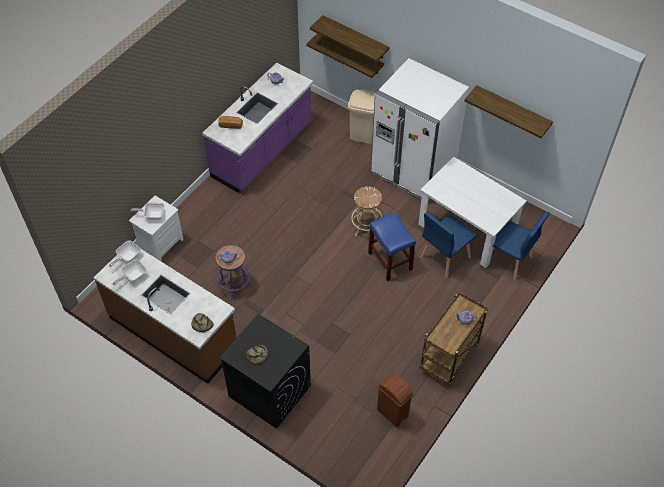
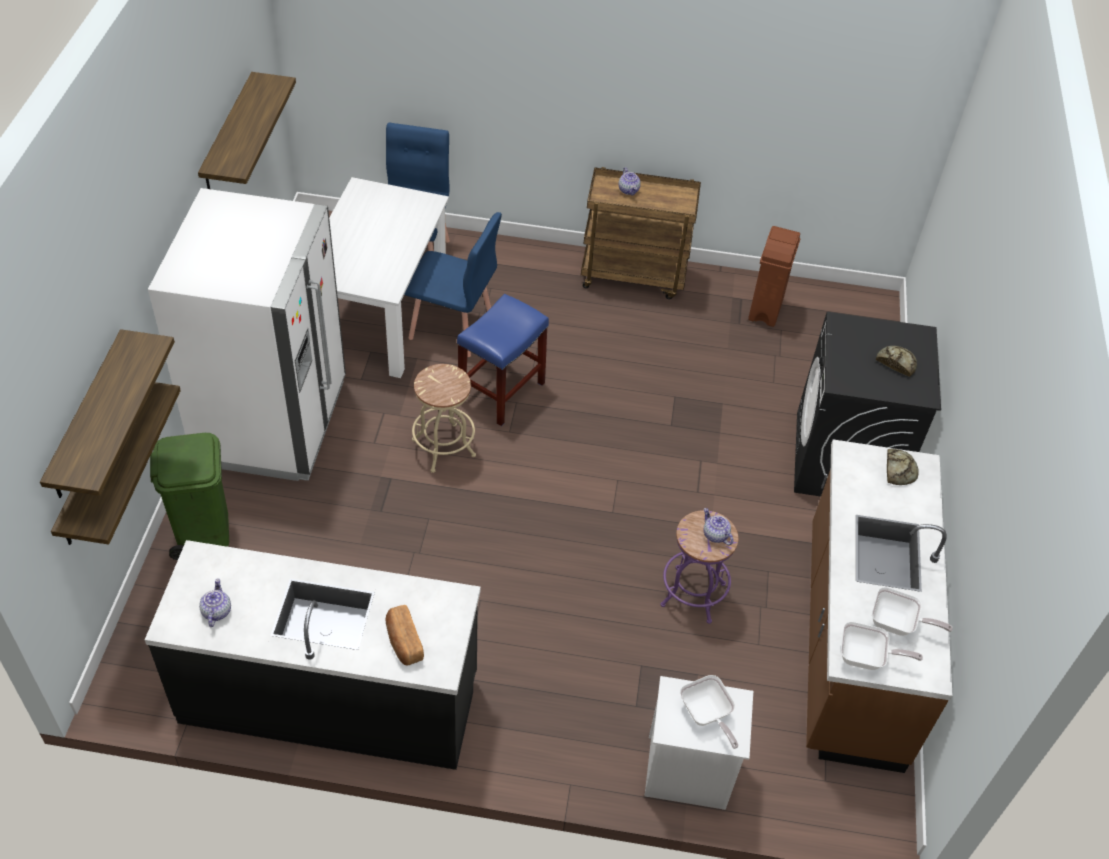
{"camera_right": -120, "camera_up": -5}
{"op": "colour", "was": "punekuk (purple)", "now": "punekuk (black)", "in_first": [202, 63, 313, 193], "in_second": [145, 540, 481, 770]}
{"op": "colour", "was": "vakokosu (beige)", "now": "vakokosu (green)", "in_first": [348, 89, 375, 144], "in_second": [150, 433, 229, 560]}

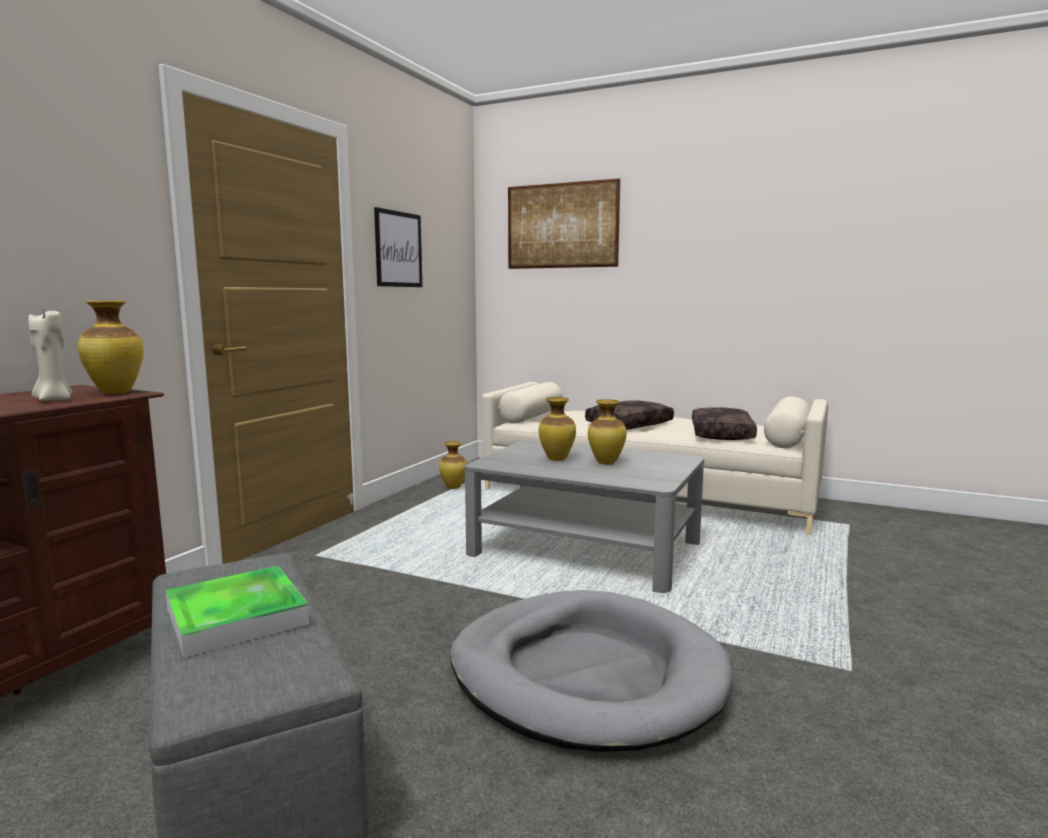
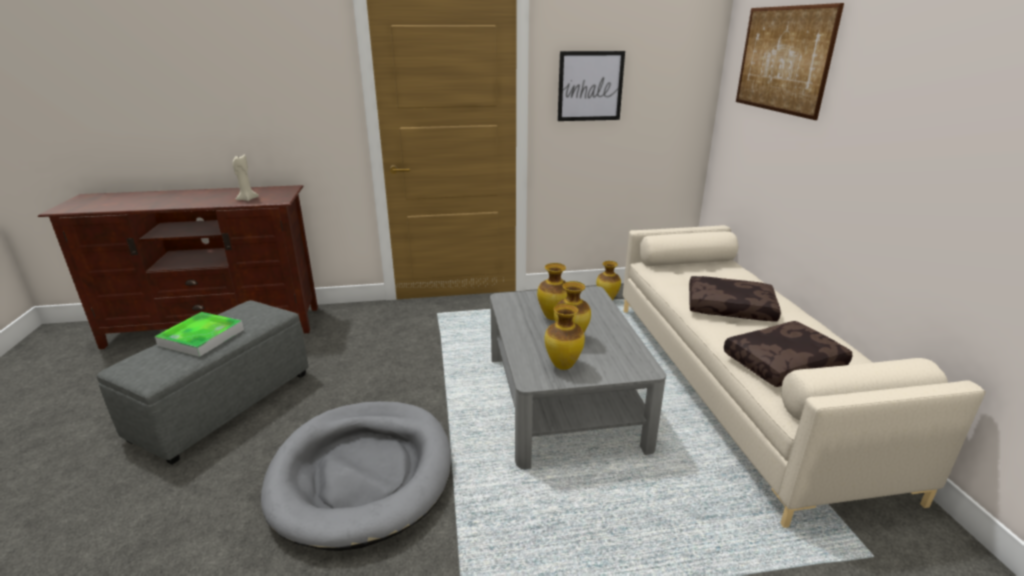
{"camera_right": 55, "camera_up": 15}
{"op": "relocated", "was": "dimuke", "in_first": [78, 301, 144, 394], "in_second": [545, 304, 585, 370]}

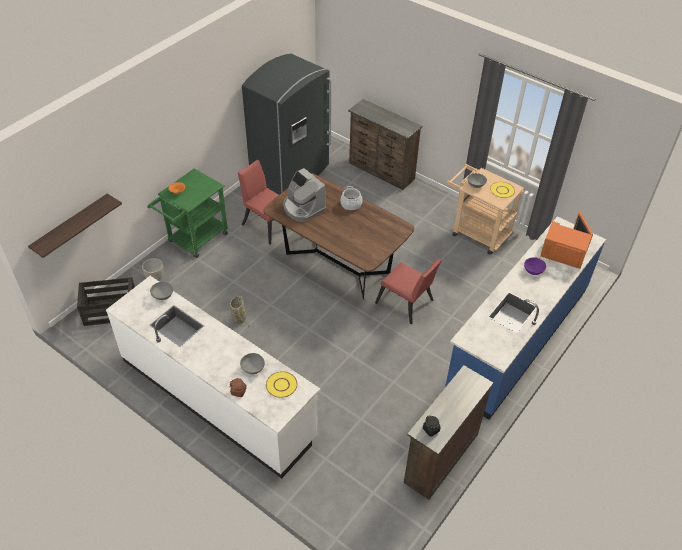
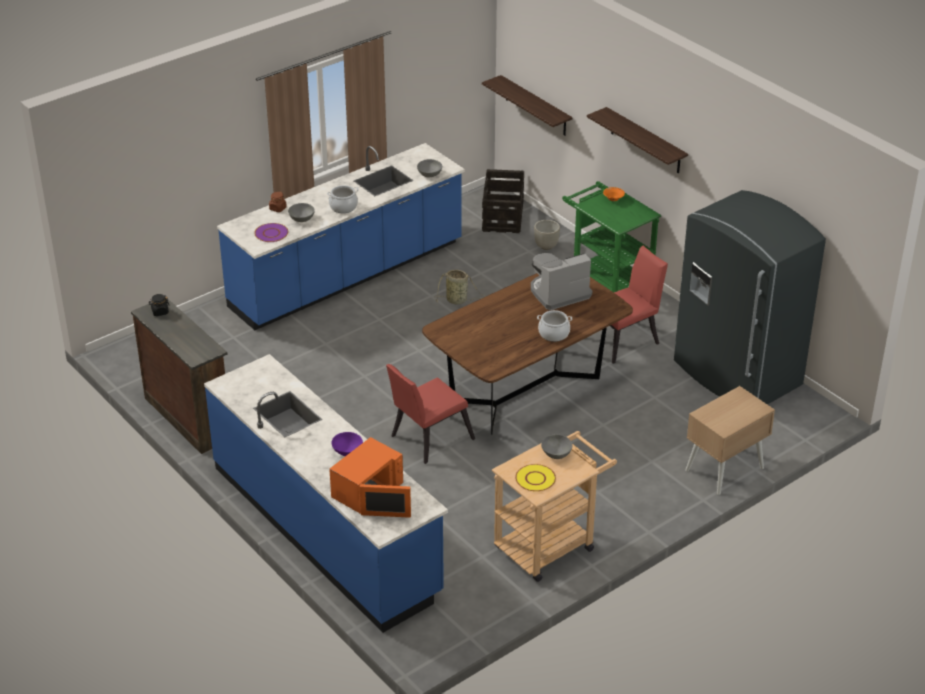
{"camera_right": 105, "camera_up": -10}
{"op": "exchanged", "was": "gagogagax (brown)", "now": "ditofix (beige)", "in_first": [348, 99, 422, 190], "in_second": [685, 386, 775, 495]}
{"op": "colour", "was": "punekuk (white)", "now": "punekuk (blue)", "in_first": [106, 276, 320, 479], "in_second": [217, 143, 465, 330]}
{"op": "colour", "was": "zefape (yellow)", "now": "zefape (purple)", "in_first": [266, 371, 297, 398], "in_second": [254, 223, 288, 242]}
{"op": "appeared", "now": "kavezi", "in_second": [587, 107, 688, 173]}
{"op": "appeared", "now": "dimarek", "in_second": [327, 185, 359, 213]}

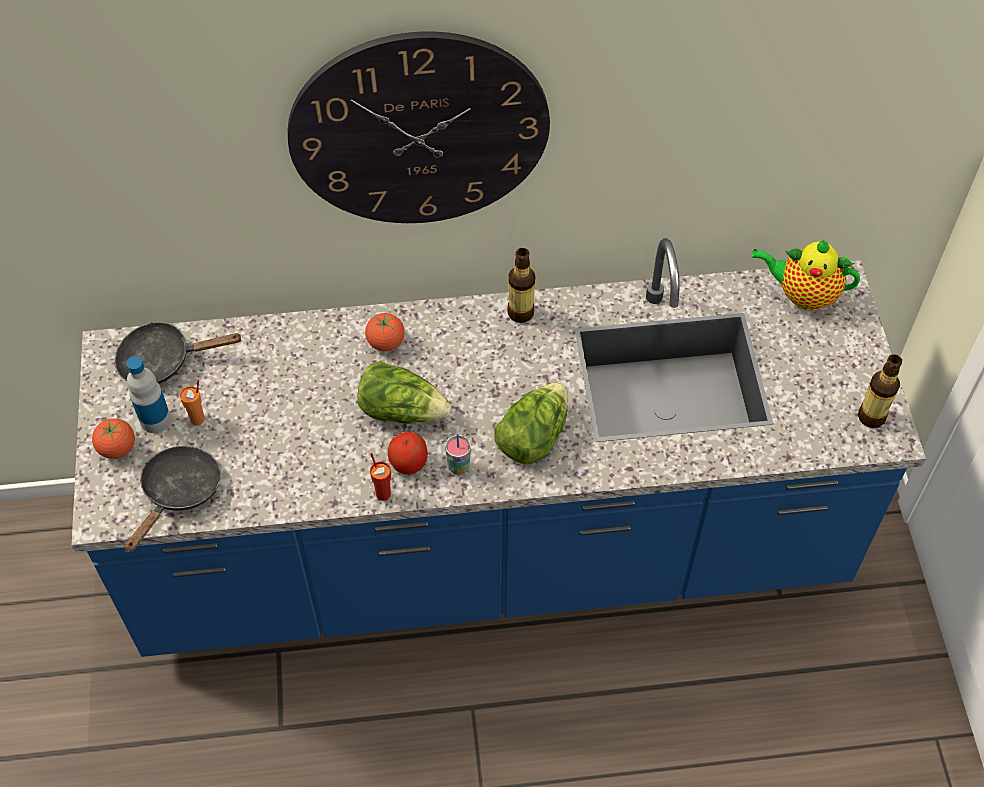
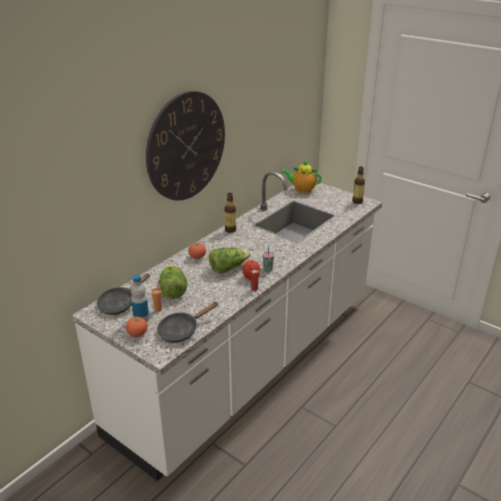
{"camera_right": -45, "camera_up": -25}
{"op": "colour", "was": "punekuk (blue)", "now": "punekuk (white)", "in_first": [72, 238, 926, 657], "in_second": [72, 171, 382, 481]}
{"op": "spun", "was": "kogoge", "in_first": [752, 239, 860, 310], "in_second": [281, 160, 321, 193], "clockwise": 45}
{"op": "relocated", "was": "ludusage", "in_first": [494, 382, 568, 464], "in_second": [159, 265, 188, 299]}
{"op": "spun", "was": "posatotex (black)", "in_first": [125, 446, 221, 552], "in_second": [157, 302, 218, 343], "clockwise": -105}

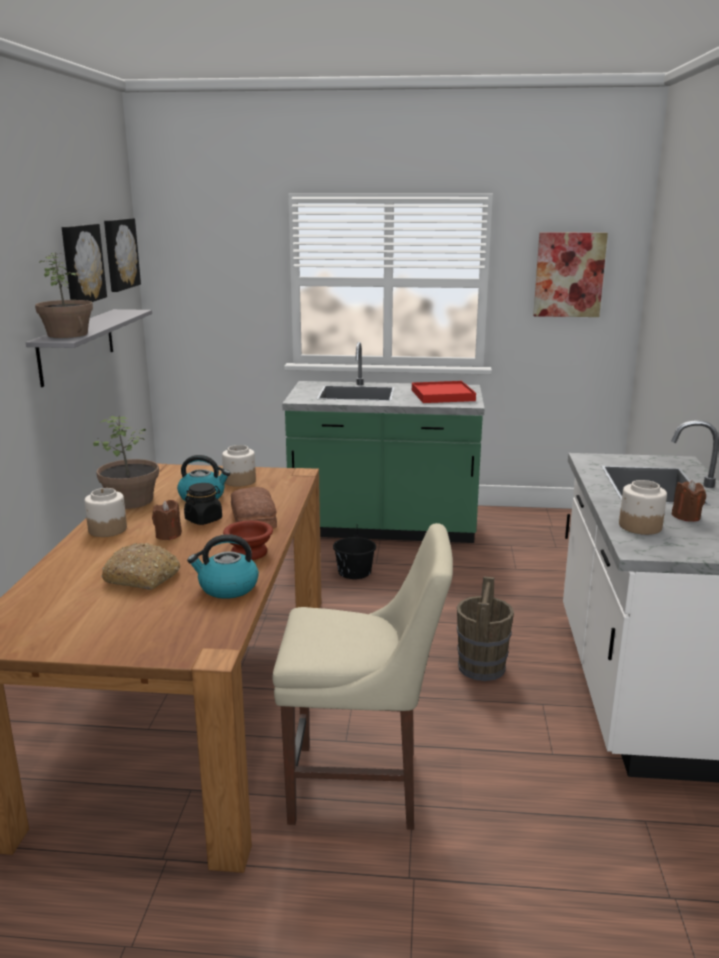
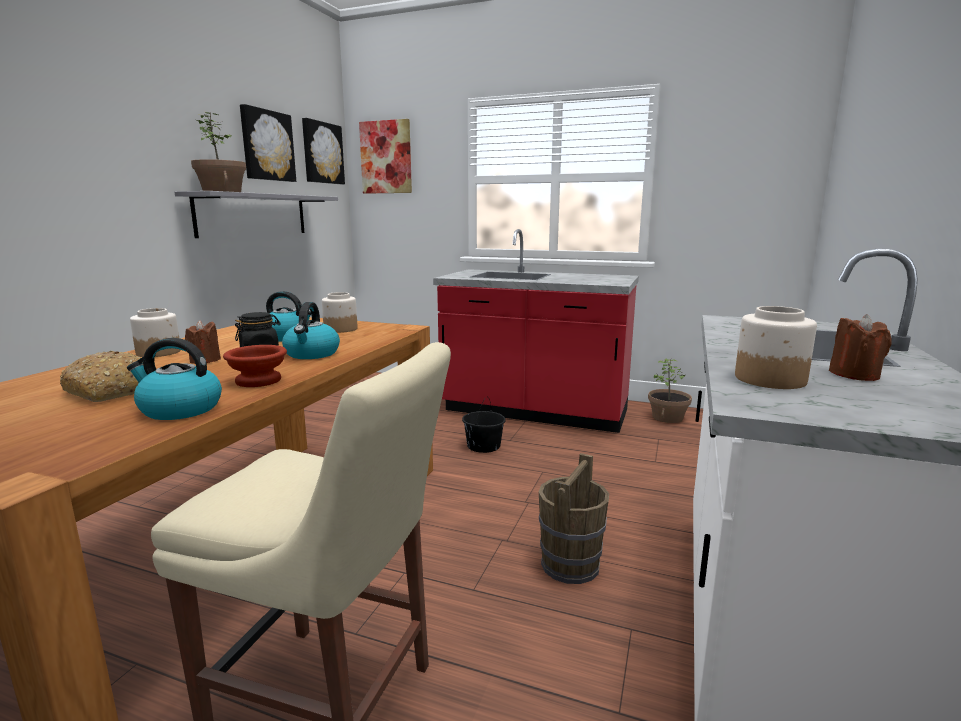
{"camera_right": 15, "camera_up": -5}
{"op": "relocated", "was": "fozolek", "in_first": [533, 232, 608, 317], "in_second": [359, 119, 412, 194]}
{"op": "colour", "was": "punekuk (green)", "now": "punekuk (red)", "in_first": [282, 342, 485, 543], "in_second": [433, 229, 639, 433]}
{"op": "missing", "was": "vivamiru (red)", "in_first": [412, 381, 476, 403]}
{"op": "relocated", "was": "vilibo", "in_first": [93, 416, 159, 509], "in_second": [648, 359, 692, 423]}
{"op": "exchanged", "was": "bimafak", "now": "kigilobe", "in_first": [231, 487, 277, 528], "in_second": [282, 302, 340, 359]}

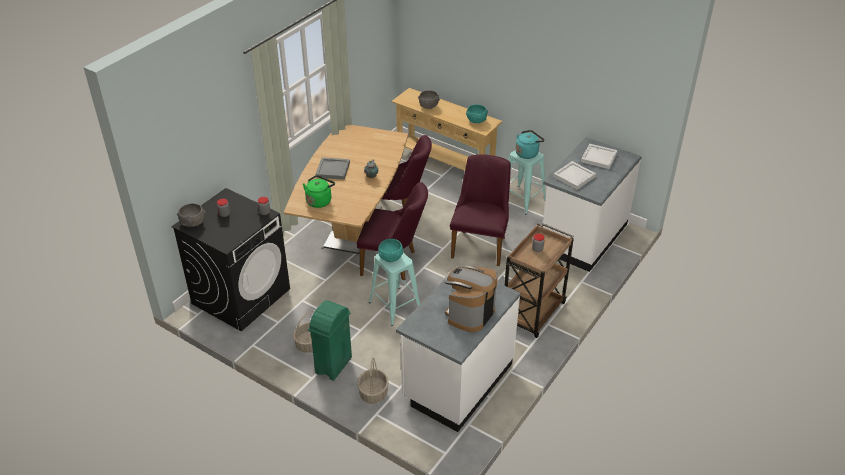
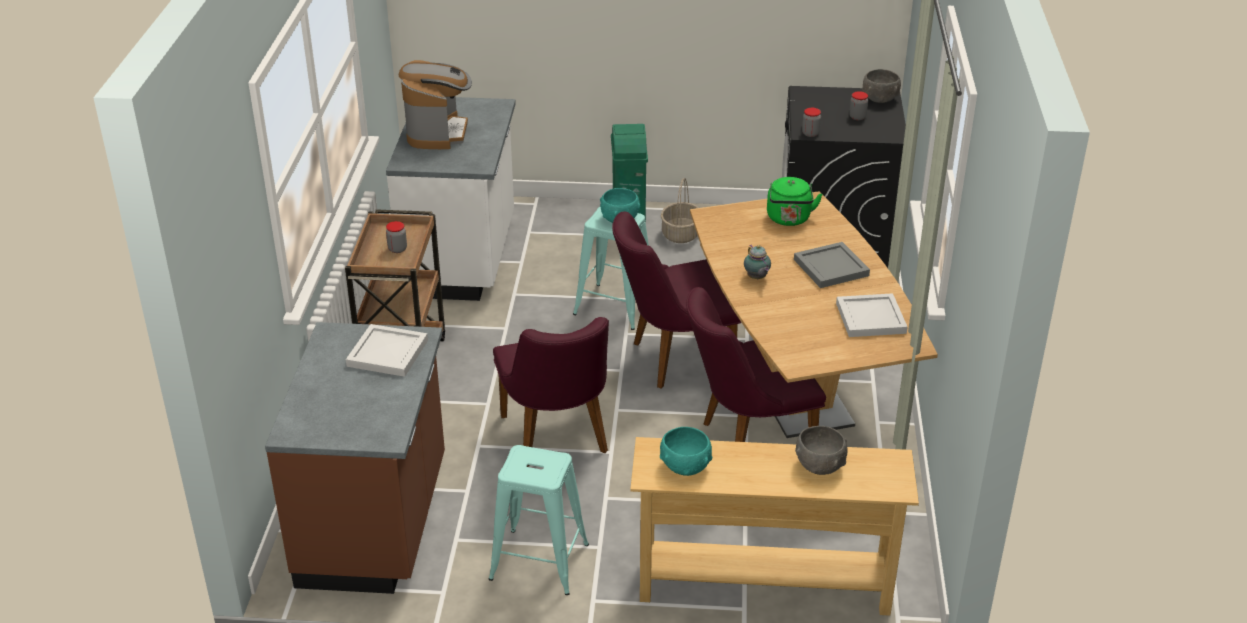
{"camera_right": 150, "camera_up": -5}
{"op": "missing", "was": "kigilobe (turquoise)", "in_first": [515, 130, 545, 159]}
{"op": "colour", "was": "punekuk (white)", "now": "punekuk (brown)", "in_first": [543, 137, 642, 272], "in_second": [265, 322, 445, 594]}
{"op": "relocated", "was": "vivamiru (white)", "in_first": [581, 144, 618, 169], "in_second": [836, 293, 907, 337]}
{"op": "missing", "was": "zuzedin", "in_first": [357, 358, 388, 404]}

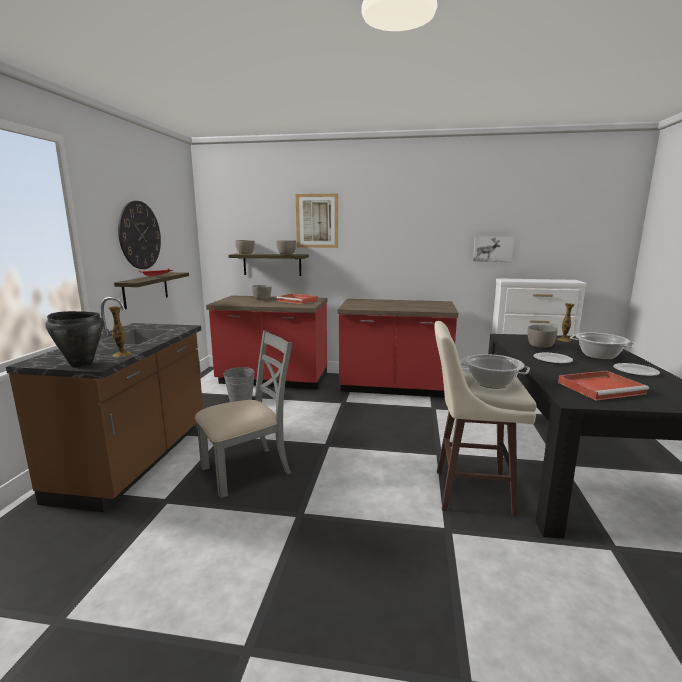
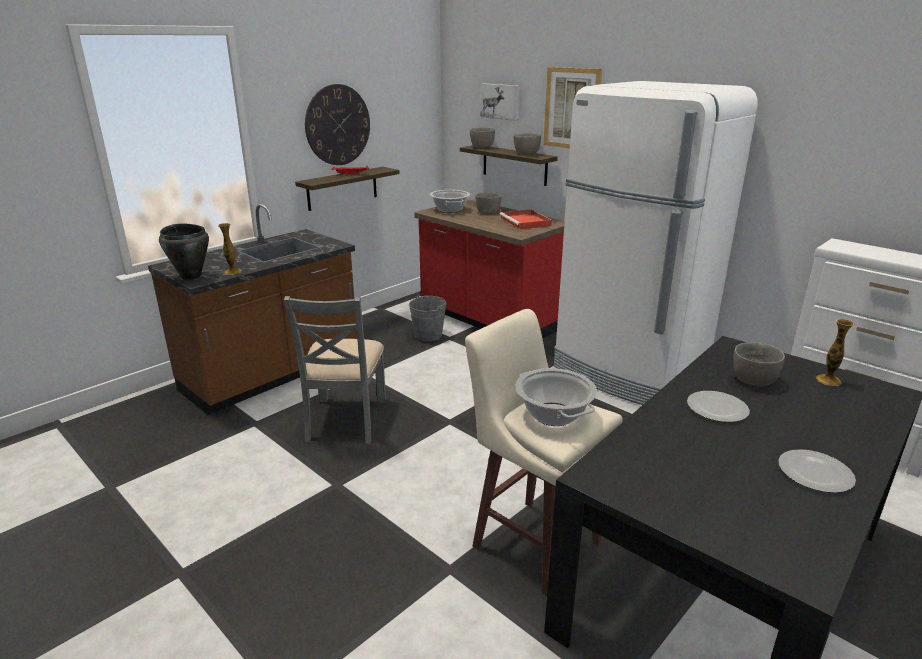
{"camera_right": 35, "camera_up": 10}
{"op": "relocated", "was": "fozolek", "in_first": [473, 236, 514, 262], "in_second": [480, 83, 520, 121]}
{"op": "exchanged", "was": "punekuk (red)", "now": "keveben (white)", "in_first": [338, 299, 458, 398], "in_second": [554, 81, 758, 405]}
{"op": "spun", "was": "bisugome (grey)", "in_first": [195, 330, 292, 498], "in_second": [284, 296, 386, 443], "clockwise": 90}
{"op": "relocated", "was": "dimarek", "in_first": [570, 332, 635, 360], "in_second": [430, 190, 470, 213]}
{"op": "missing", "was": "vivamiru (red)", "in_first": [558, 371, 649, 401]}

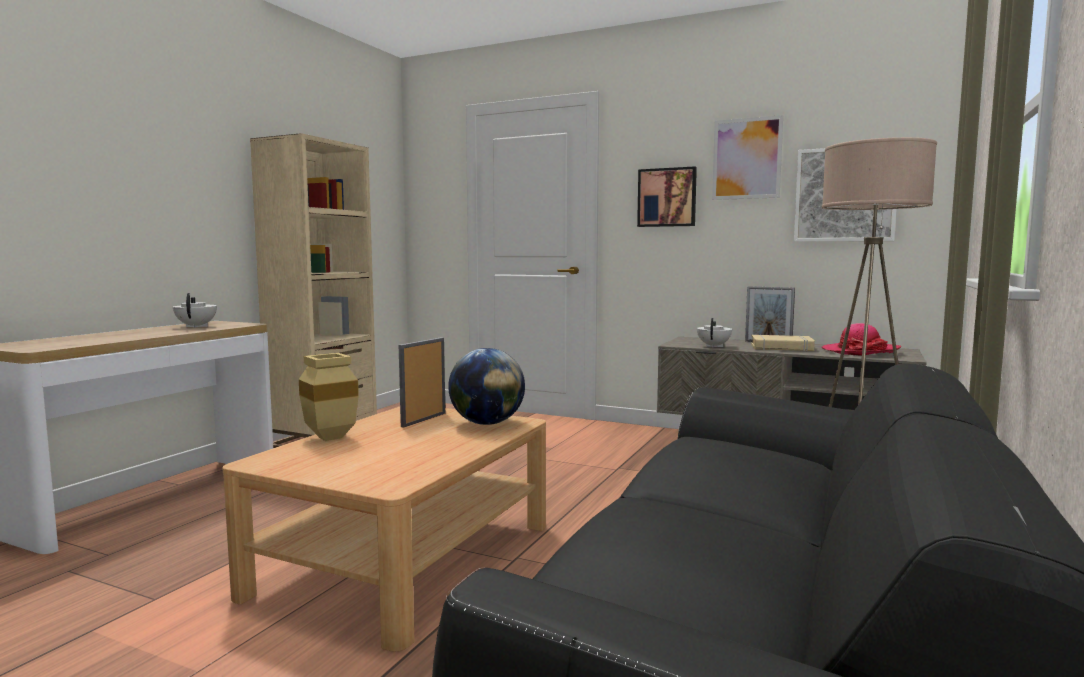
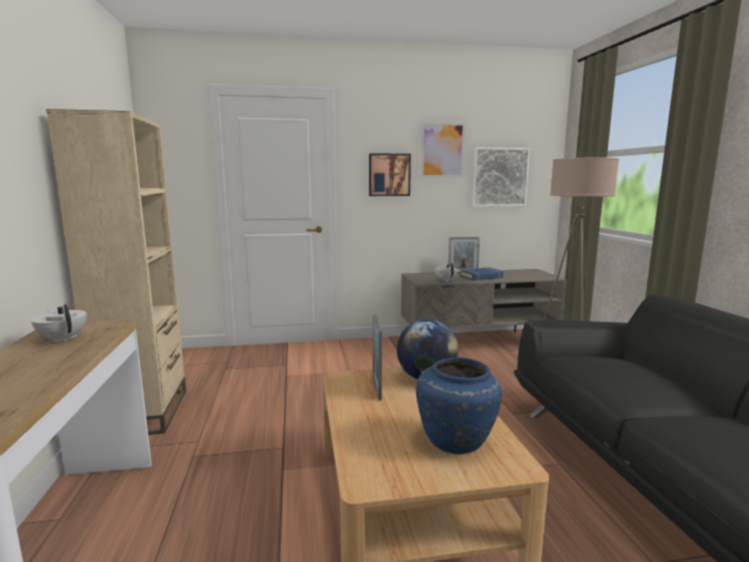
{"camera_right": -35, "camera_up": 5}
{"op": "missing", "was": "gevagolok", "in_first": [822, 323, 902, 355]}
{"op": "colour", "was": "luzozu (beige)", "now": "luzozu (blue)", "in_first": [751, 335, 815, 351], "in_second": [460, 267, 503, 281]}
{"op": "missing", "was": "dimuke (beige)", "in_first": [299, 353, 359, 441]}
{"op": "appeared", "now": "dimuke (blue)", "in_second": [416, 357, 502, 454]}

